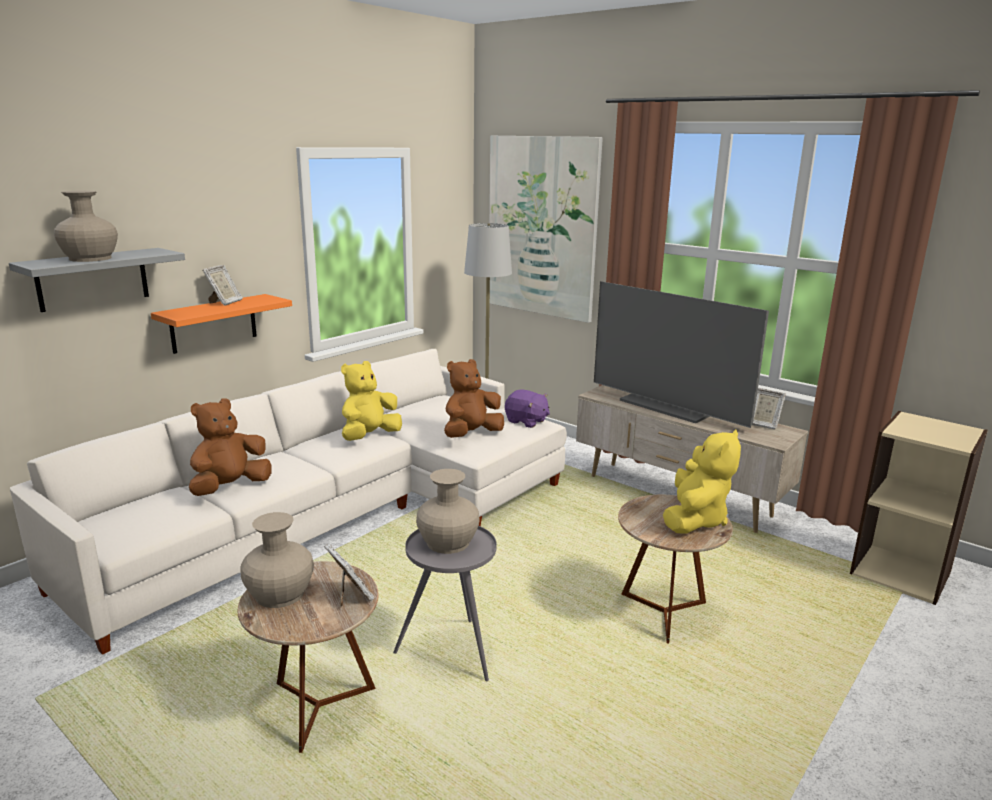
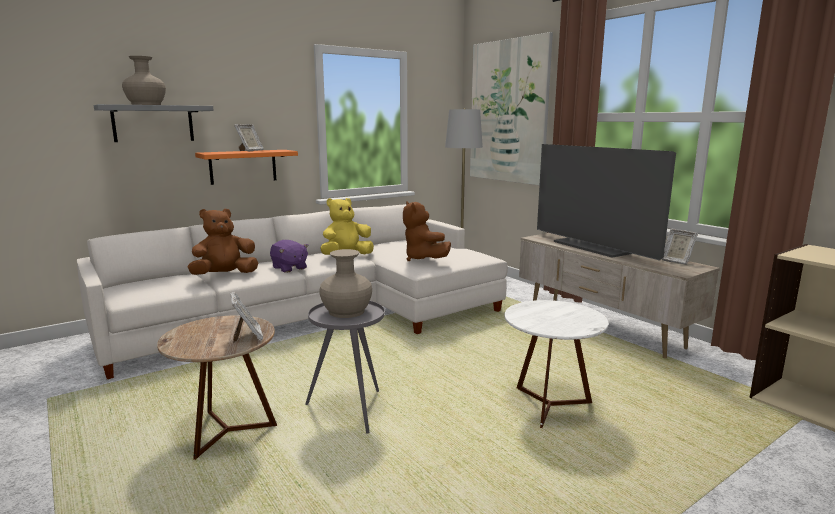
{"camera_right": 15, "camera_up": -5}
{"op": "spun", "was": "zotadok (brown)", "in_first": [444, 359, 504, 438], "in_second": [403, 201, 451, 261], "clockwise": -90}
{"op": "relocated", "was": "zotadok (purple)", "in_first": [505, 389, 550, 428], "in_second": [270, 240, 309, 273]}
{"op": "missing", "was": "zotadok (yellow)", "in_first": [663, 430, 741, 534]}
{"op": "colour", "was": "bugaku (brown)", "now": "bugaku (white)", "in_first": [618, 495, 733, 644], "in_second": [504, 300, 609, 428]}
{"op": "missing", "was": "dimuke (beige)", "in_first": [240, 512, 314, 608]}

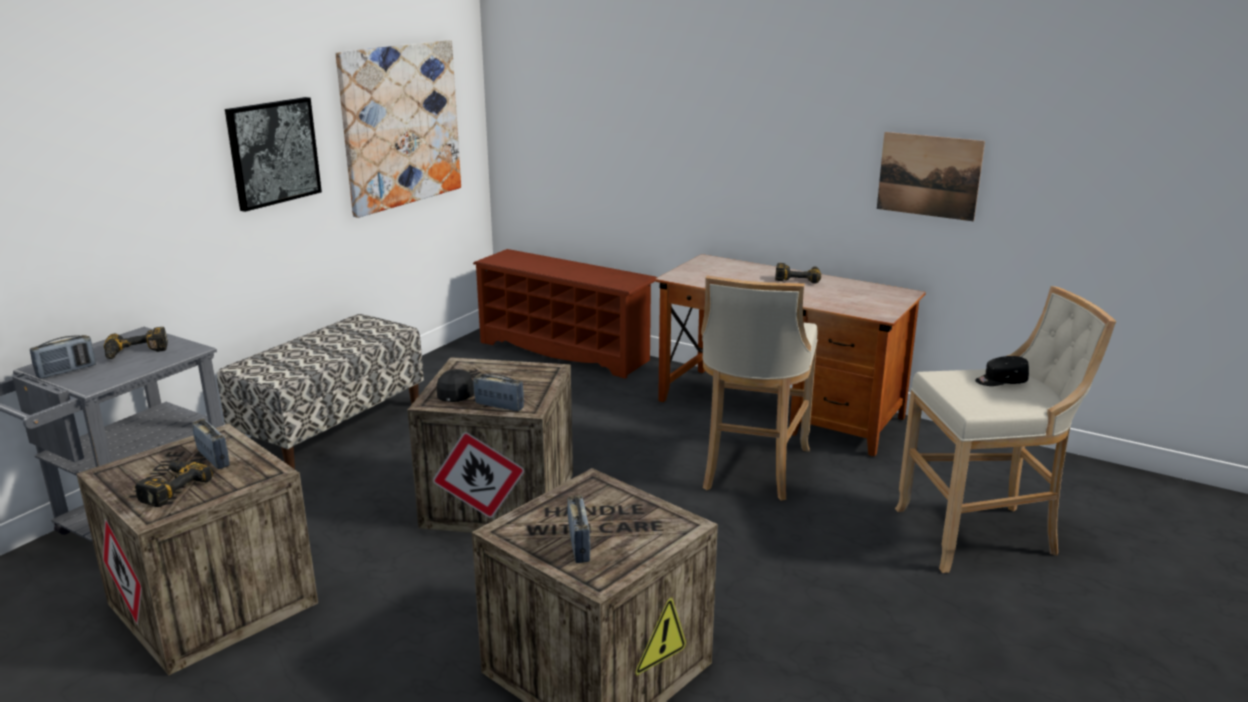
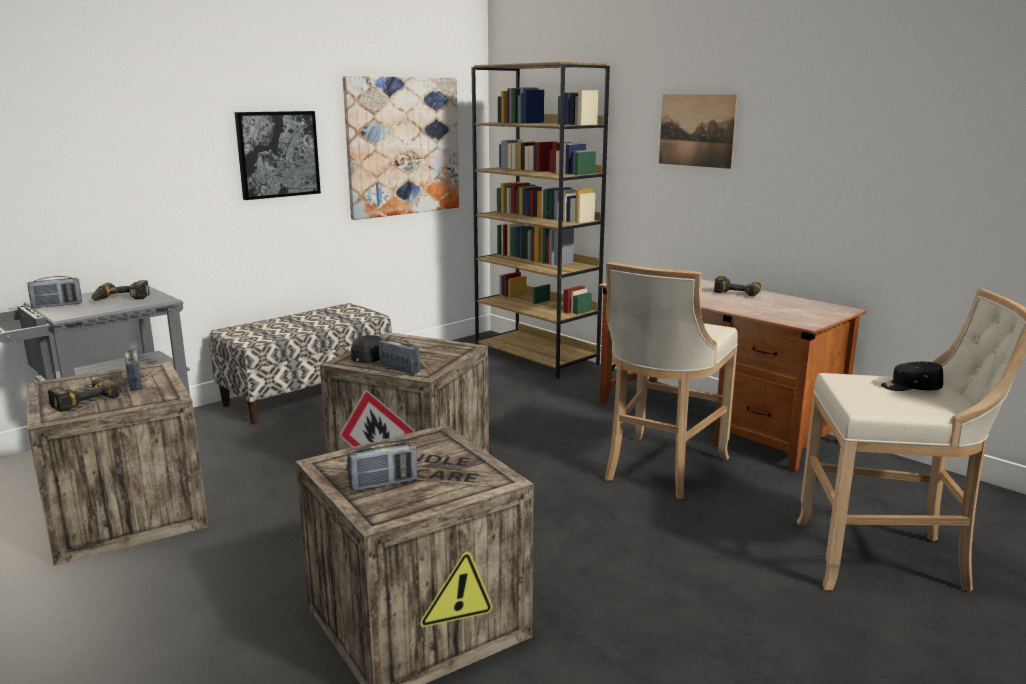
{"camera_right": 15, "camera_up": -5}
{"op": "relocated", "was": "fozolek", "in_first": [877, 132, 985, 221], "in_second": [659, 95, 738, 169]}
{"op": "exchanged", "was": "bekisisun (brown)", "now": "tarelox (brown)", "in_first": [473, 249, 657, 379], "in_second": [472, 62, 610, 379]}
{"op": "spun", "was": "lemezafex", "in_first": [567, 495, 590, 563], "in_second": [347, 441, 418, 491], "clockwise": 60}

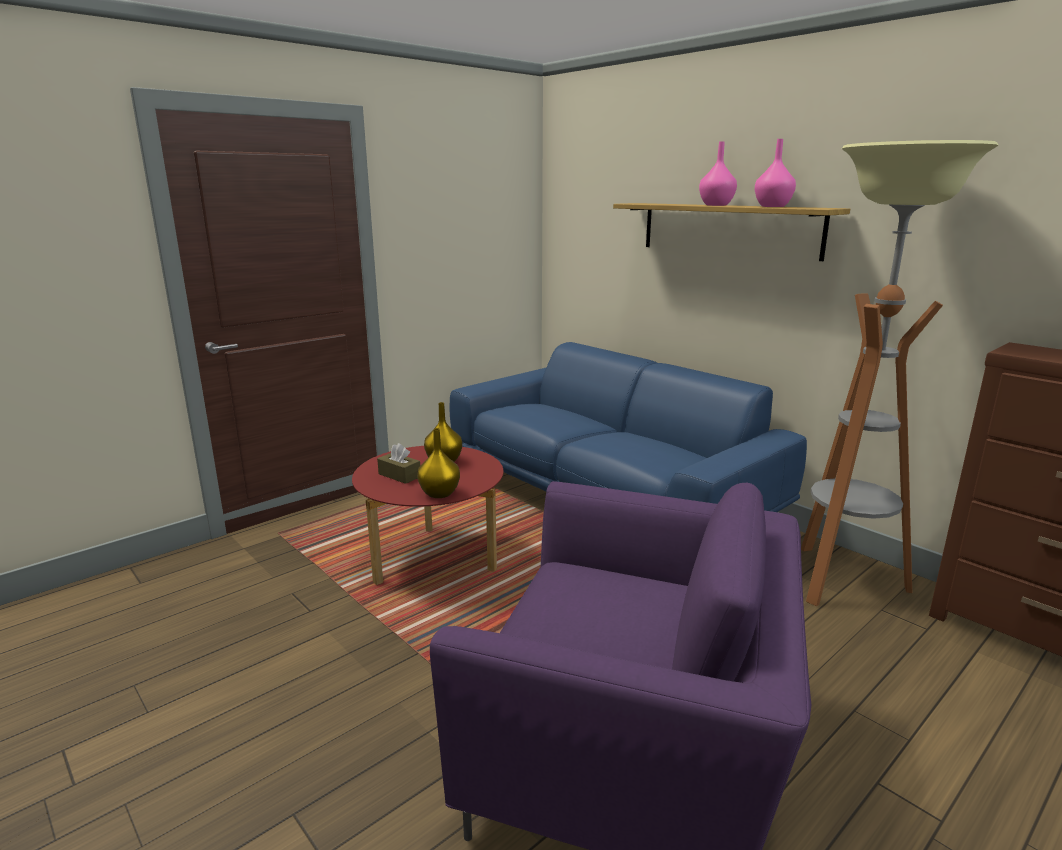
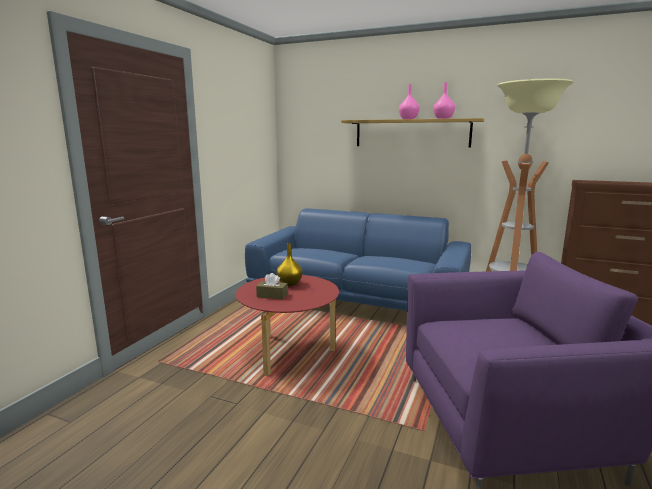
{"camera_right": -25, "camera_up": -5}
{"op": "missing", "was": "dimuke (yellow)", "in_first": [417, 428, 460, 498]}

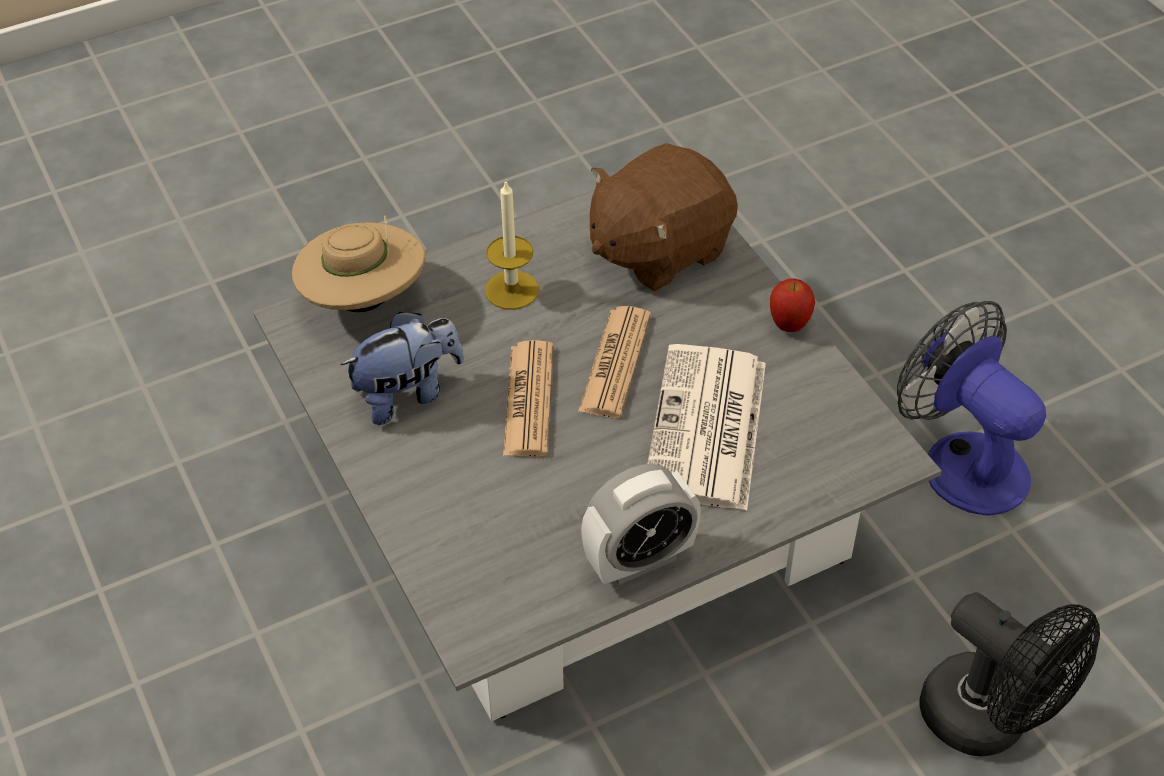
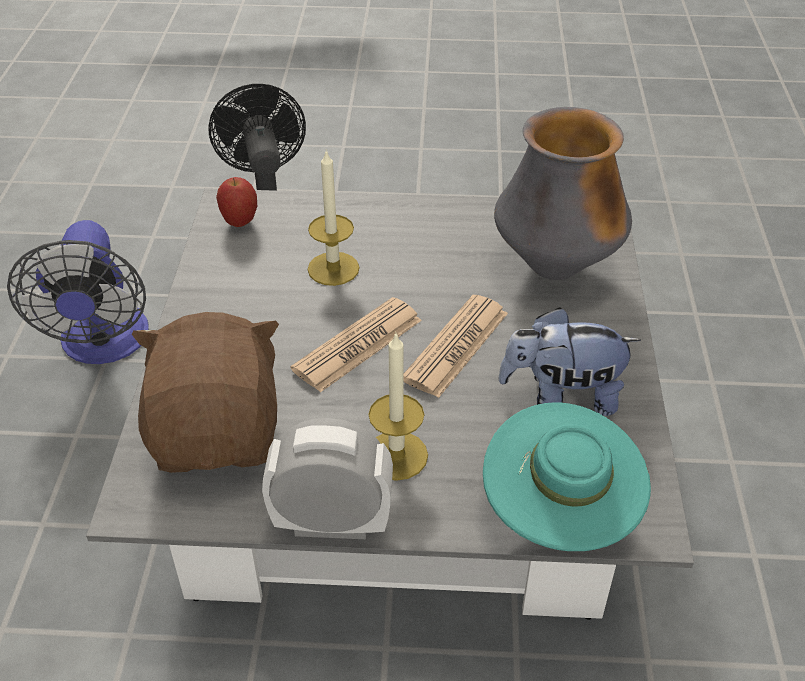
{"camera_right": -150, "camera_up": -5}
{"op": "spun", "was": "zotadok (brown)", "in_first": [590, 143, 738, 292], "in_second": [132, 312, 279, 473], "clockwise": -90}
{"op": "colour", "was": "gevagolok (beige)", "now": "gevagolok (turquoise)", "in_first": [292, 216, 426, 312], "in_second": [483, 402, 651, 551]}
{"op": "relocated", "was": "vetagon", "in_first": [770, 278, 815, 332], "in_second": [216, 177, 257, 227]}
{"op": "exchanged", "was": "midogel", "now": "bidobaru", "in_first": [647, 344, 766, 511], "in_second": [308, 150, 360, 286]}
{"op": "relocated", "was": "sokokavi", "in_first": [581, 464, 701, 585], "in_second": [262, 418, 393, 539]}
{"op": "appeared", "now": "dimuke", "in_second": [494, 107, 632, 280]}

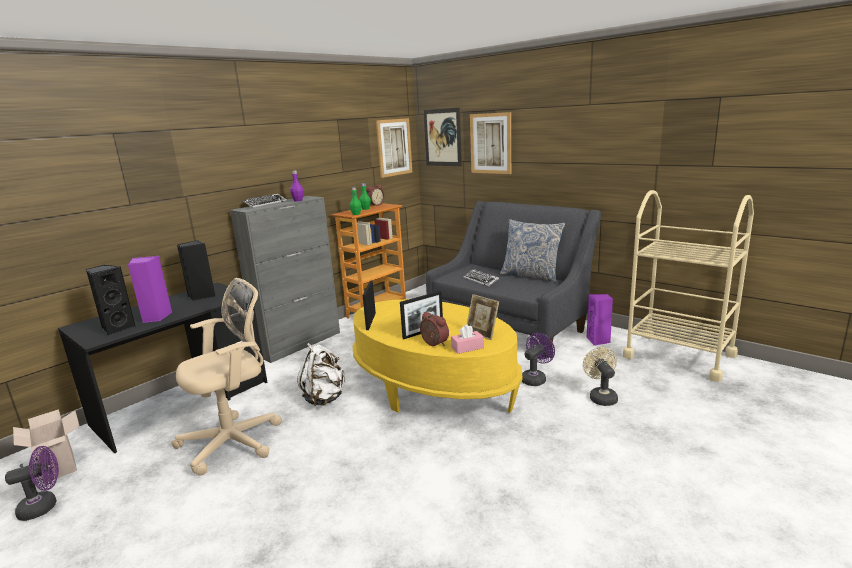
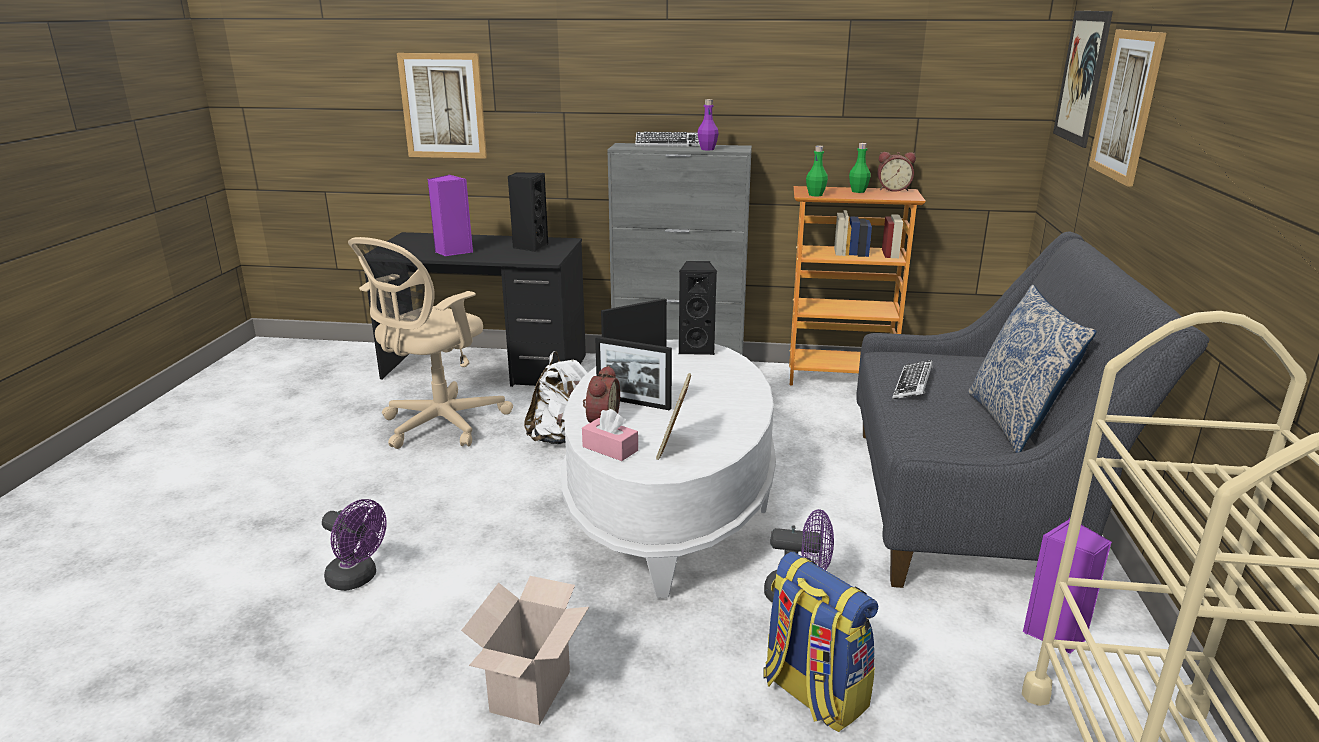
{"camera_right": 55, "camera_up": 5}
{"op": "relocated", "was": "fozolek", "in_first": [376, 118, 412, 178], "in_second": [397, 53, 487, 159]}
{"op": "relocated", "was": "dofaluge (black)", "in_first": [86, 265, 135, 336], "in_second": [678, 261, 717, 355]}
{"op": "spun", "was": "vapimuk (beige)", "in_first": [172, 278, 282, 475], "in_second": [348, 237, 513, 449], "clockwise": 105}
{"op": "colour", "was": "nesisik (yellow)", "now": "nesisik (white)", "in_first": [352, 299, 522, 413], "in_second": [561, 339, 776, 598]}
{"op": "exchanged", "was": "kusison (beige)", "now": "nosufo", "in_first": [583, 347, 618, 406], "in_second": [763, 552, 878, 732]}
{"op": "relocated", "was": "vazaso", "in_first": [13, 409, 79, 483], "in_second": [461, 576, 589, 725]}
{"op": "relocated", "was": "kusison (purple)", "in_first": [5, 446, 59, 521], "in_second": [322, 499, 387, 591]}

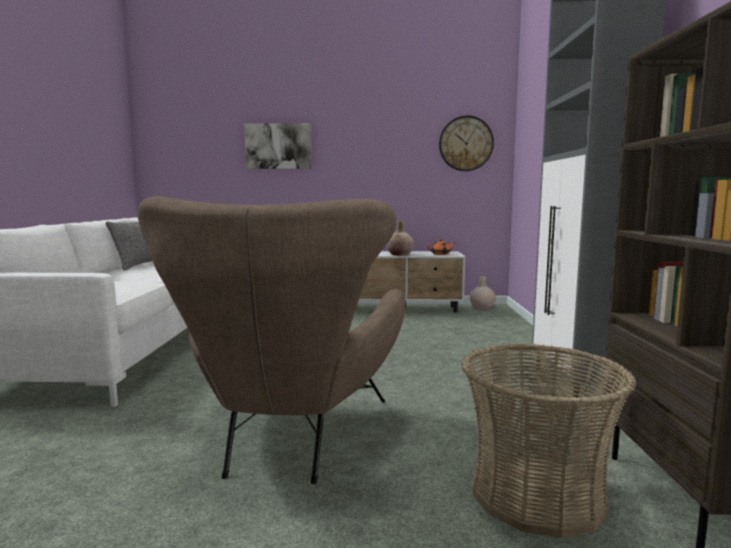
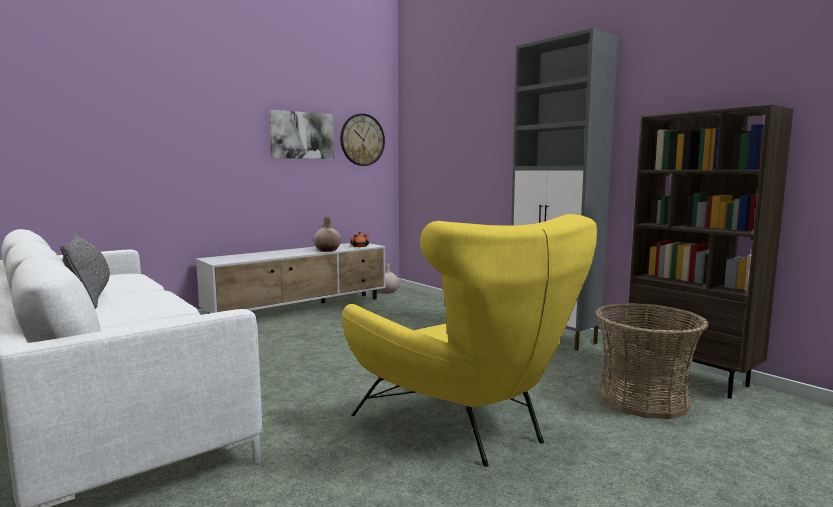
{"camera_right": -40, "camera_up": 0}
{"op": "relocated", "was": "fozolek", "in_first": [244, 123, 312, 169], "in_second": [269, 110, 334, 159]}
{"op": "colour", "was": "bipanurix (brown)", "now": "bipanurix (yellow)", "in_first": [138, 196, 405, 484], "in_second": [342, 214, 597, 467]}

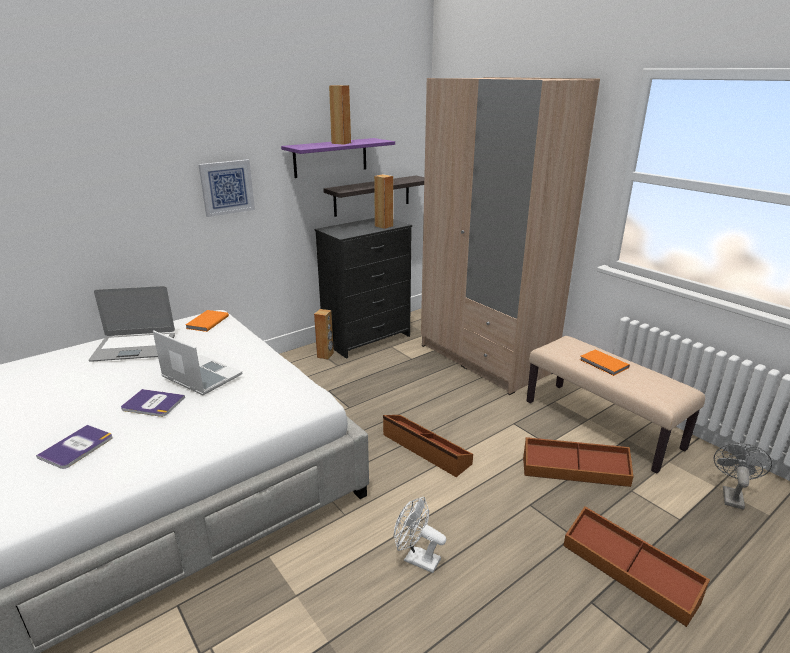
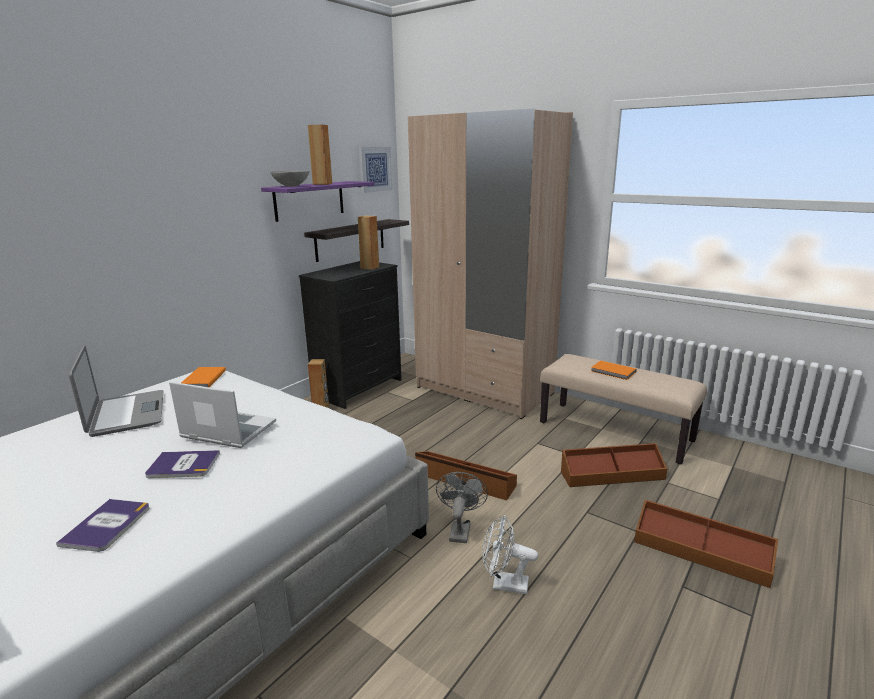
{"camera_right": -15, "camera_up": -5}
{"op": "relocated", "was": "fozolek", "in_first": [198, 159, 255, 217], "in_second": [359, 147, 392, 193]}
{"op": "spun", "was": "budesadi", "in_first": [89, 286, 175, 362], "in_second": [69, 346, 163, 437], "clockwise": -90}
{"op": "relocated", "was": "kusison (grey)", "in_first": [714, 443, 772, 510], "in_second": [436, 472, 488, 543]}
{"op": "appeared", "now": "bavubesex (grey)", "in_second": [270, 171, 310, 187]}

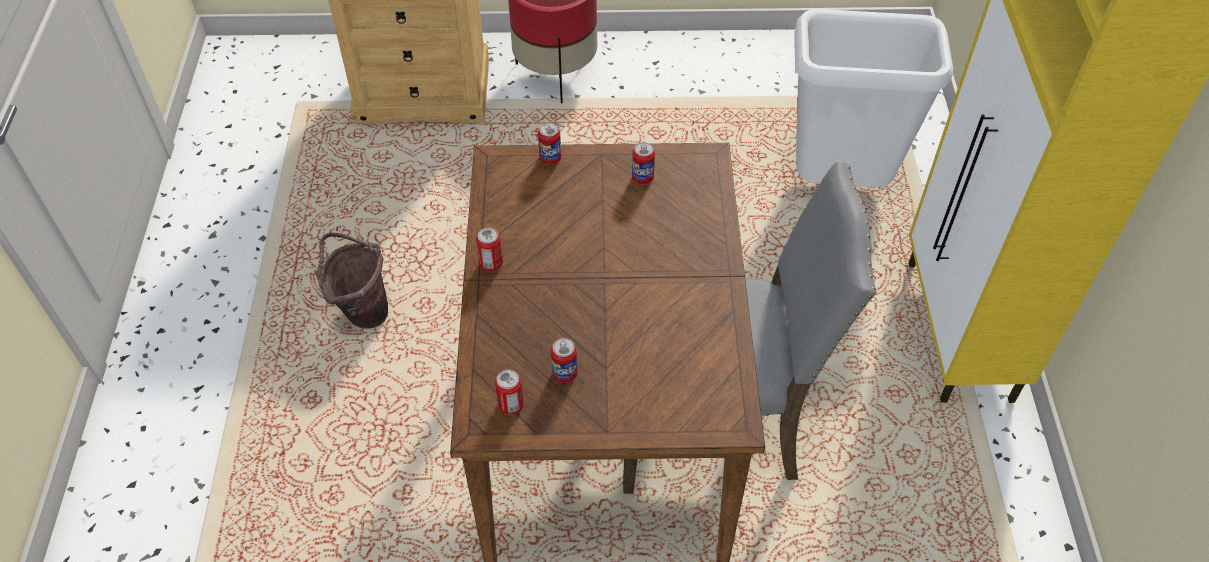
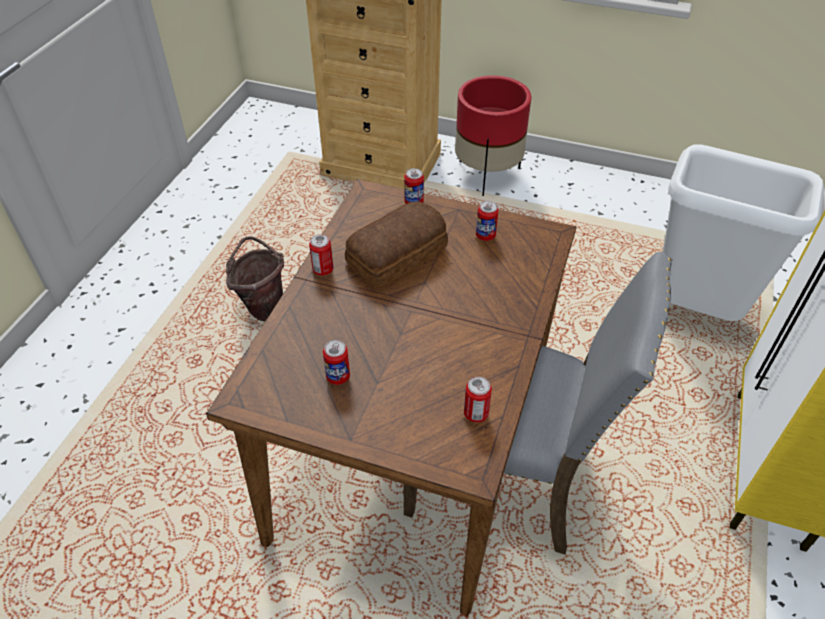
{"camera_right": 20, "camera_up": -5}
{"op": "relocated", "was": "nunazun", "in_first": [495, 369, 524, 415], "in_second": [464, 377, 492, 423]}
{"op": "appeared", "now": "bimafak", "in_second": [345, 201, 448, 289]}

